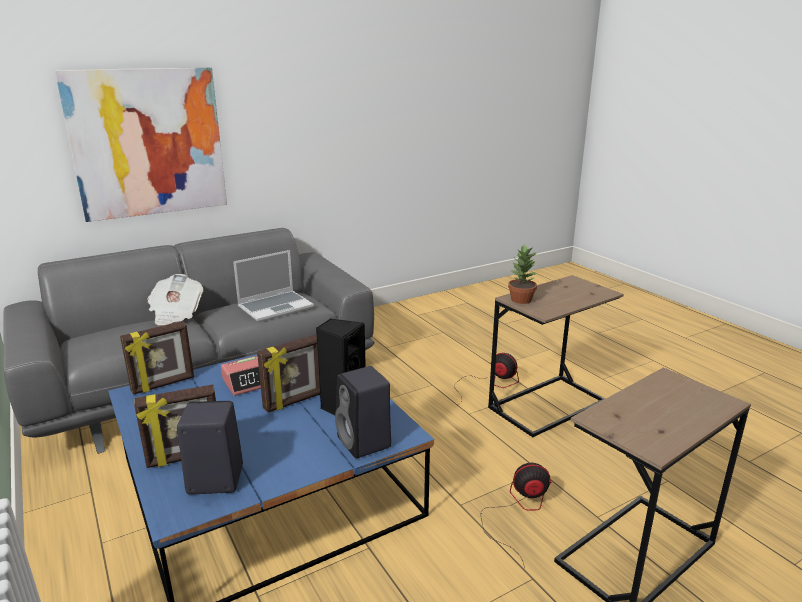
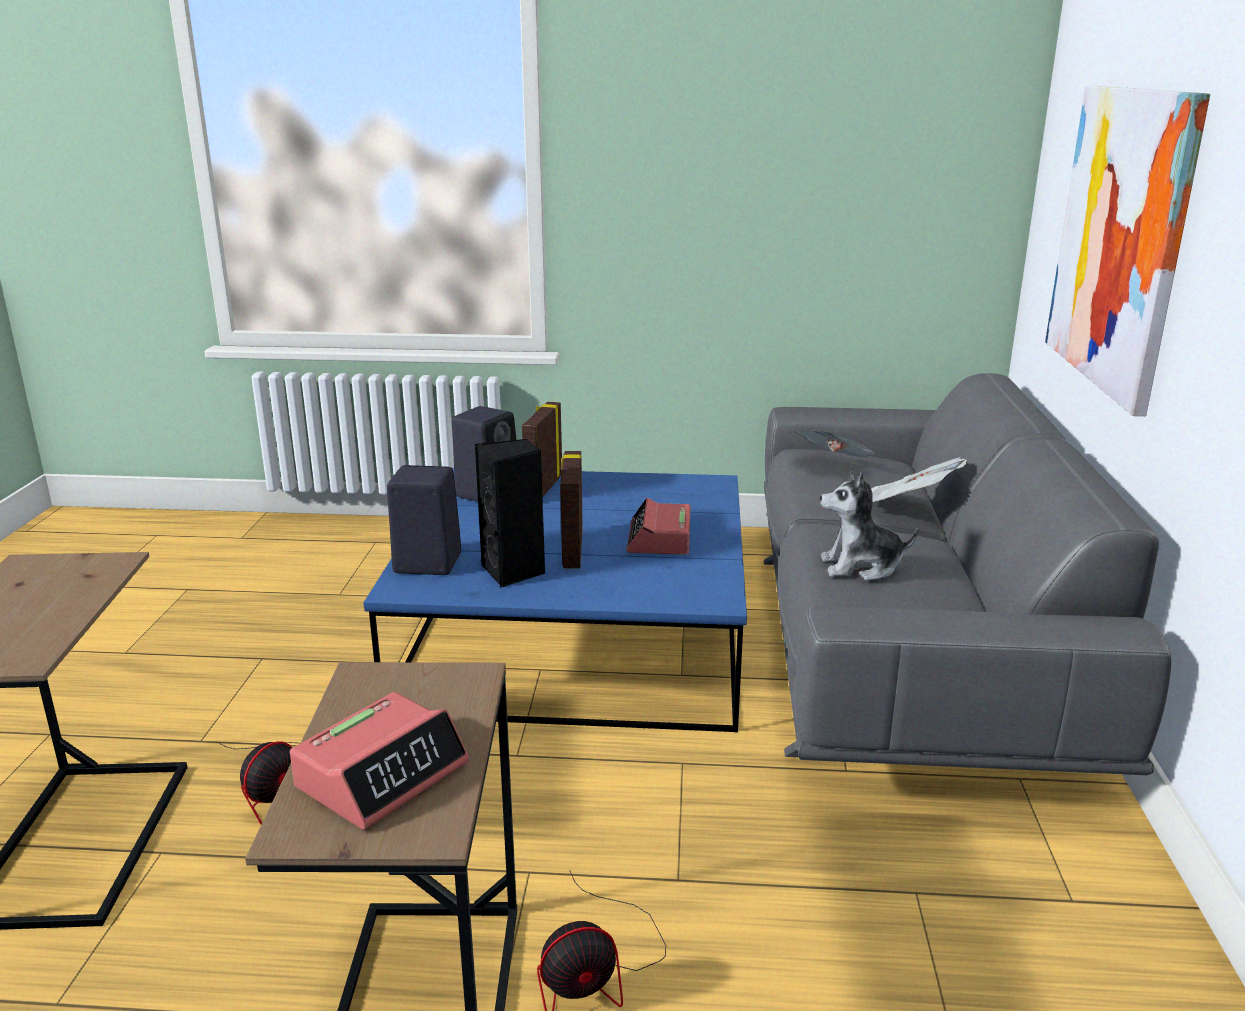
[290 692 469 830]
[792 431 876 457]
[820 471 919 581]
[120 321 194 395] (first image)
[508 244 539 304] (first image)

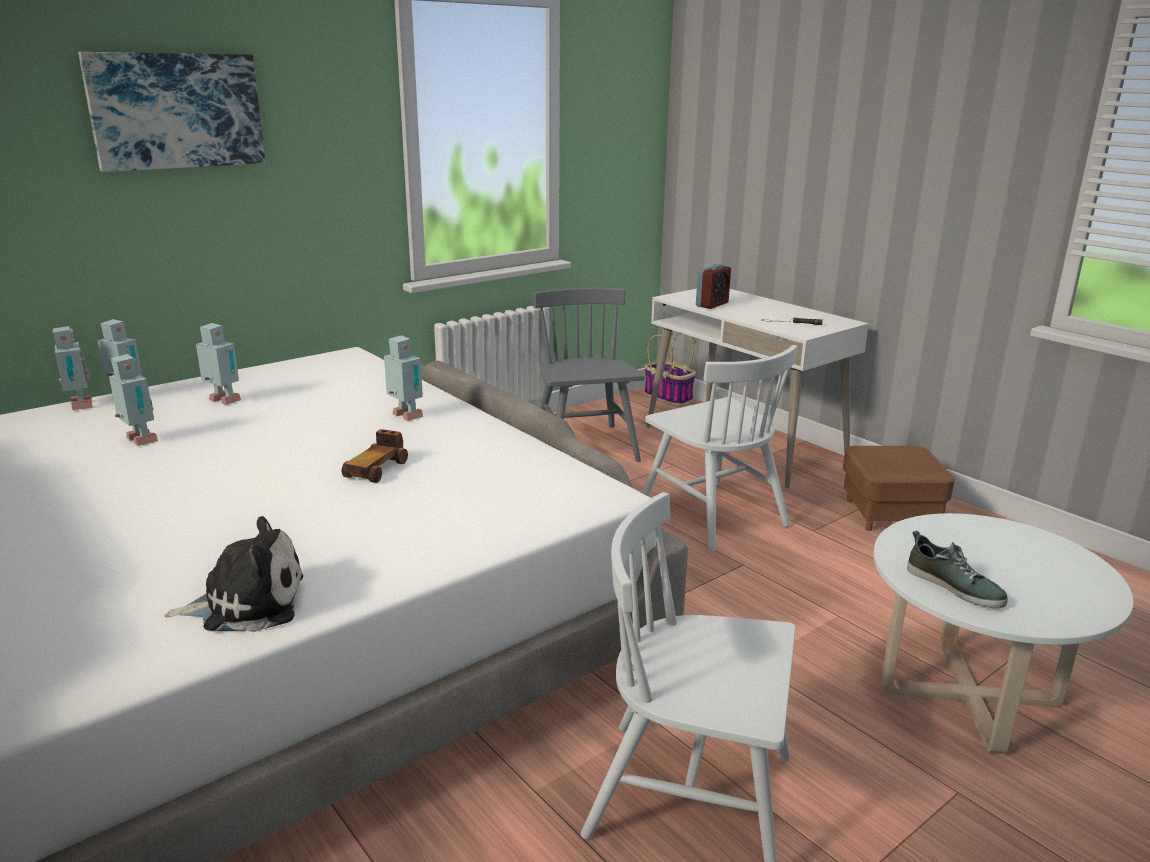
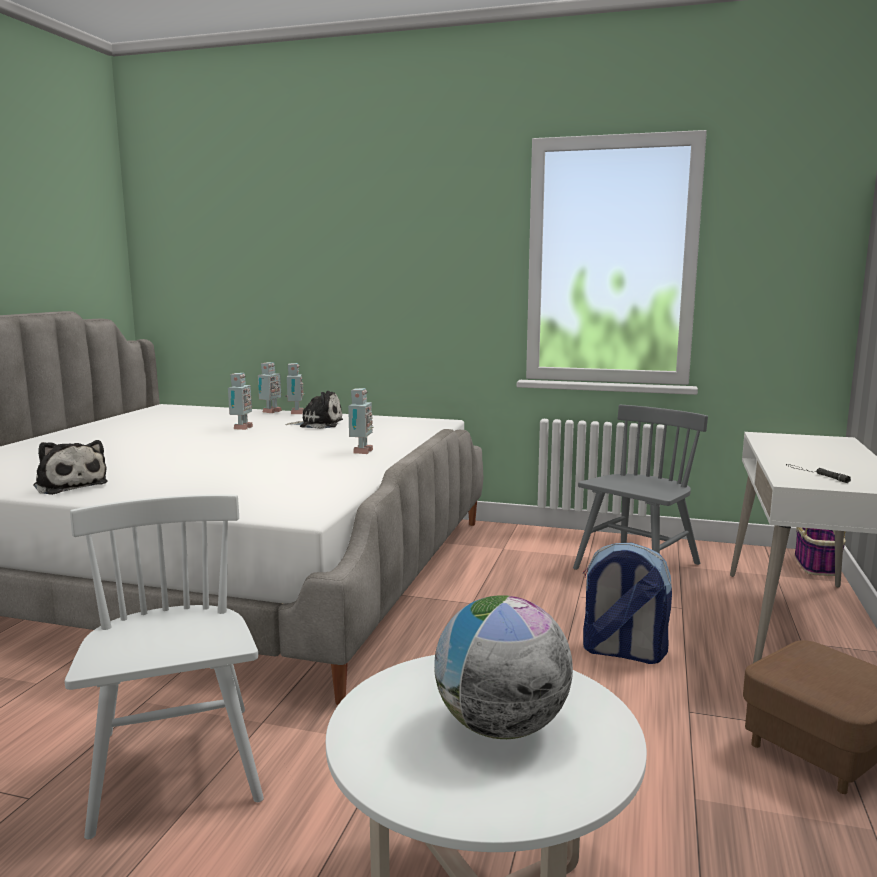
[285 391 343 429]
[434 595 573 739]
[583 543 672 664]
[78 52 265 172] (first image)
[341 429 408 483] (first image)
[696 264 731 309] (first image)
[907 531 1008 608] (first image)

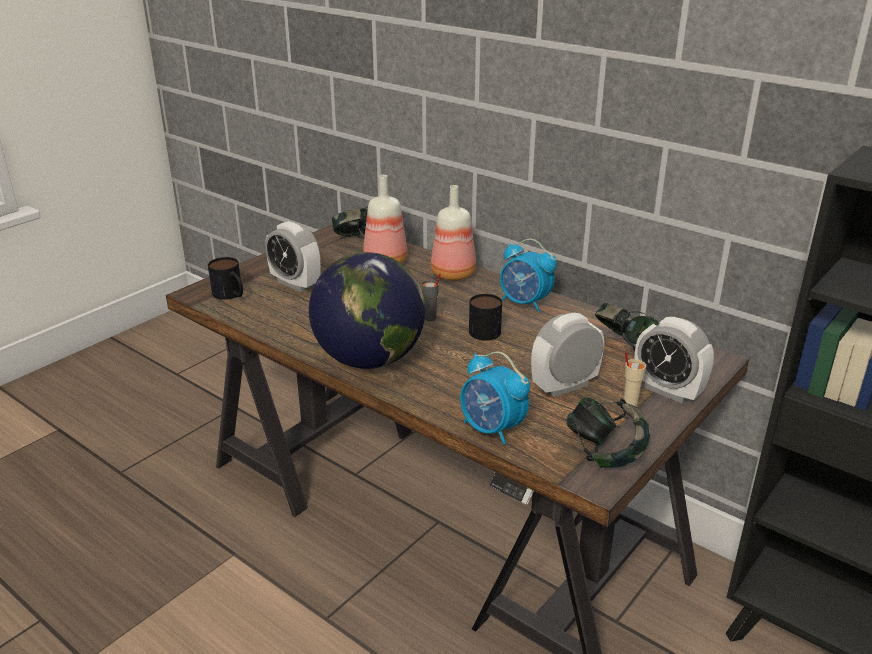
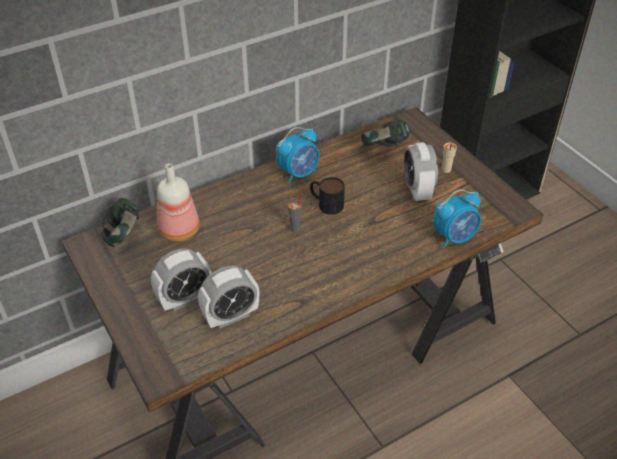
[198 266 259 329]
[208 257 243 300] (first image)
[309 252 425 369] (first image)
[431 185 476 281] (first image)
[566 397 651 468] (first image)

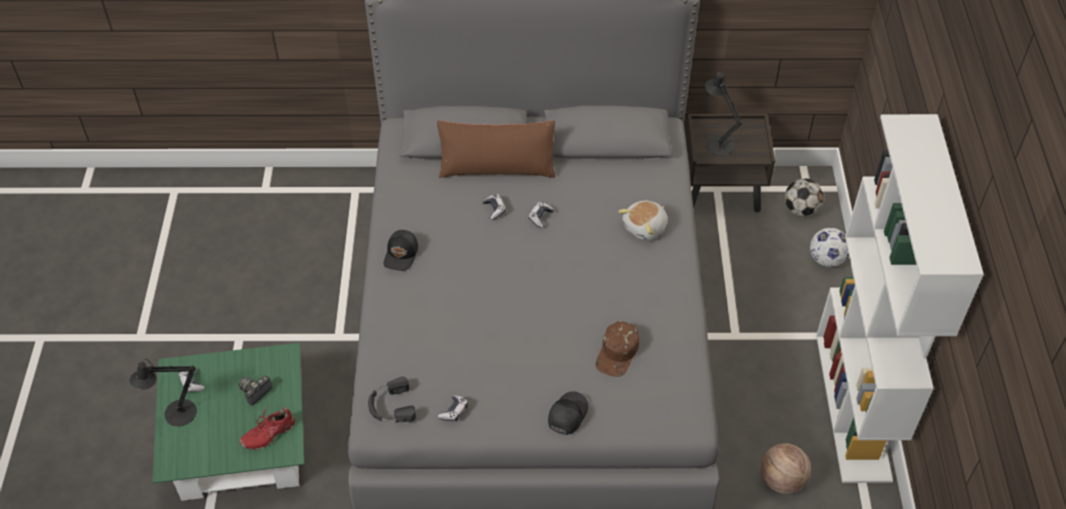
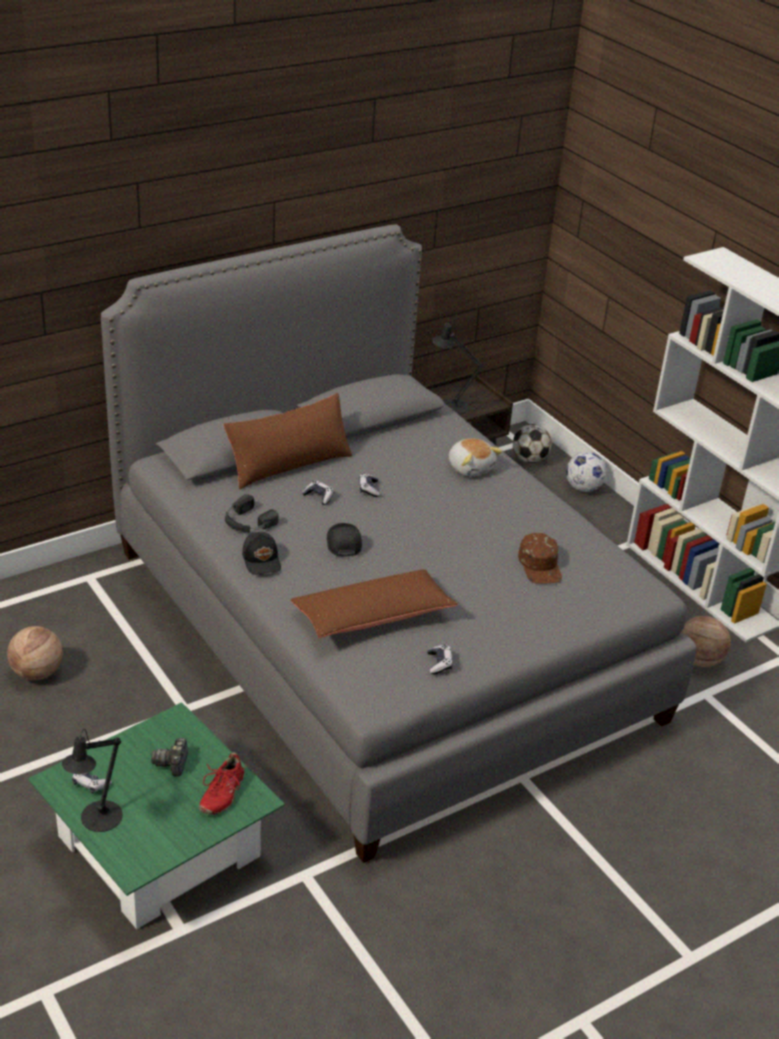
[7 626 63 680]
[225 494 278 532]
[291 569 458 638]
[327 523 362 556]
[449 438 503 477]

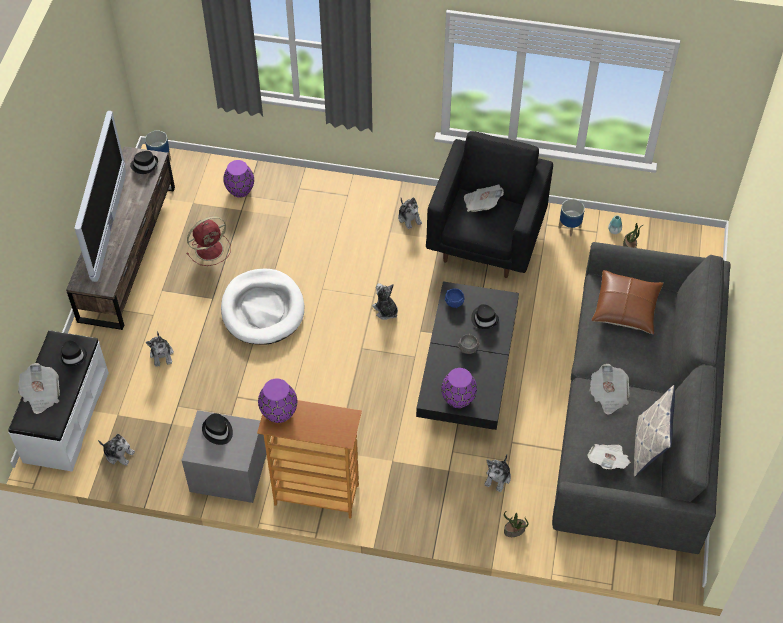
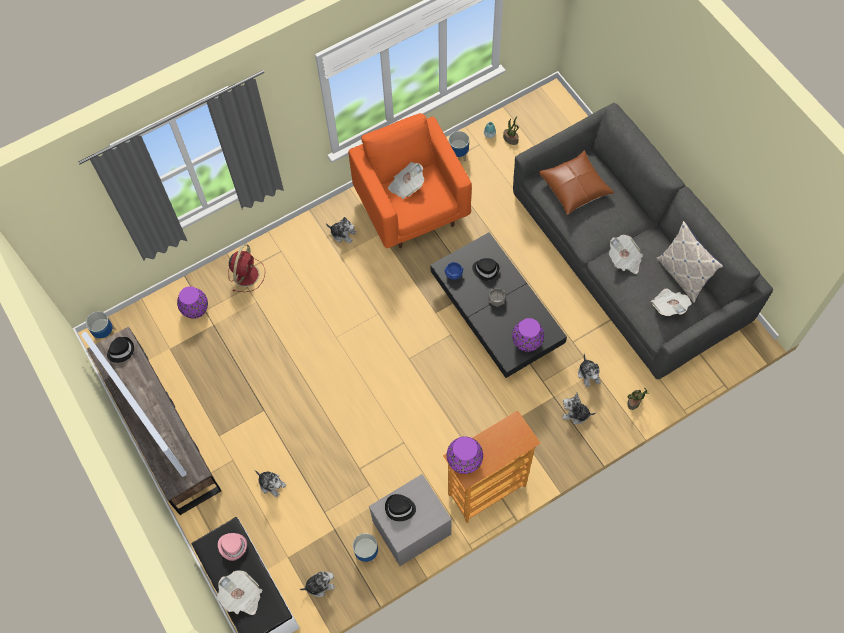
[218 533 247 561]
[228 244 265 292]
[348 113 472 248]
[353 533 378 564]
[562 392 596 424]
[221 269 304 345] (first image)

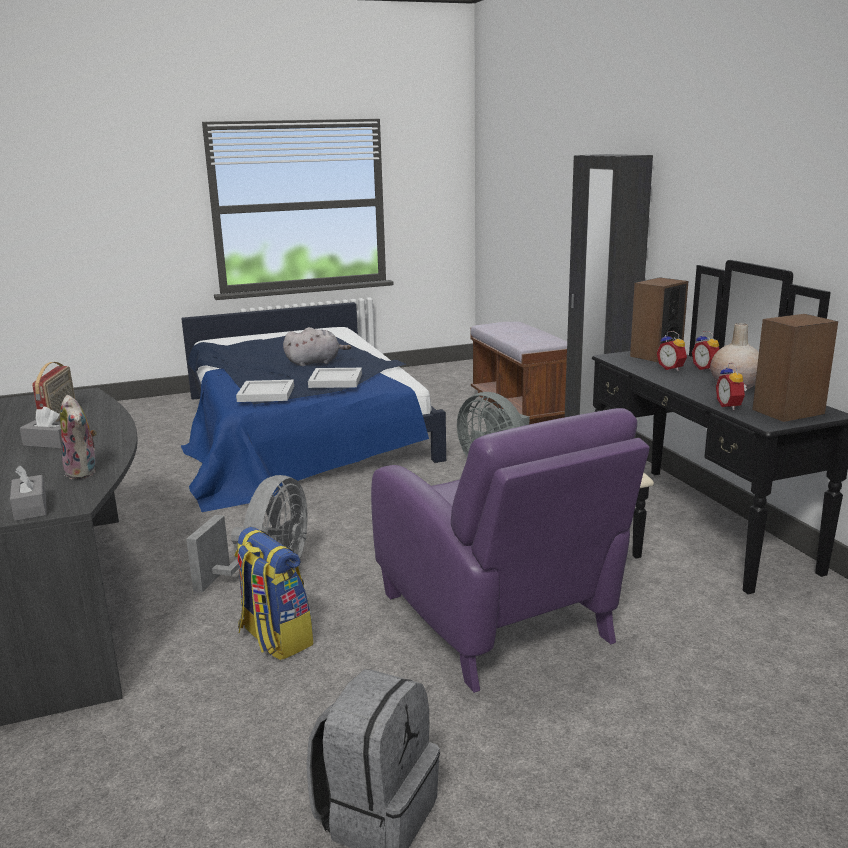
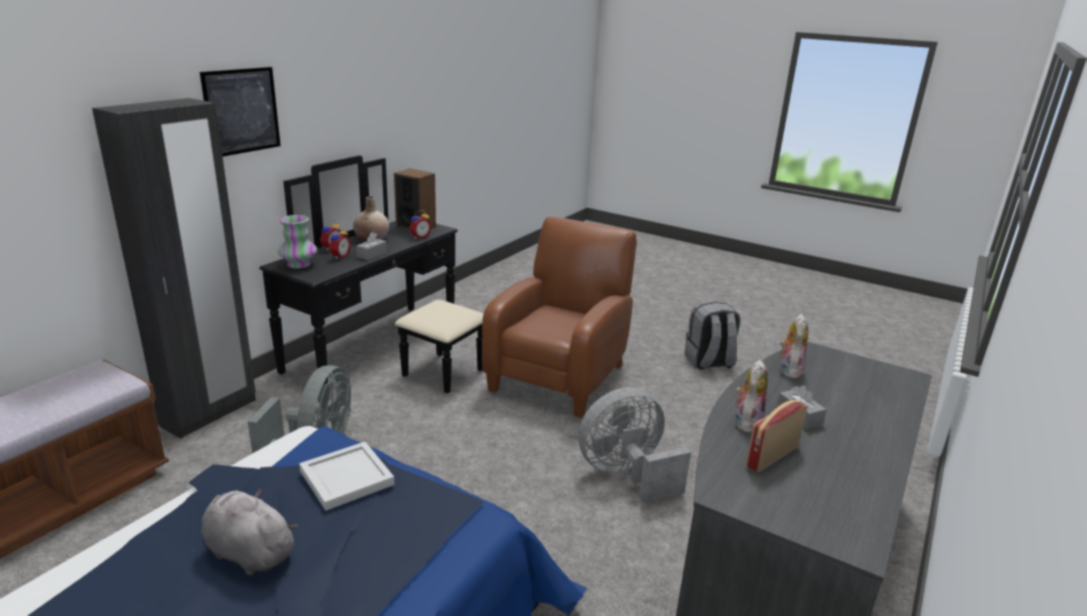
[200 67 281 157]
[278 215 317 268]
[356 232 387 260]
[482 216 637 418]
[736 360 768 433]
[234 527 313 660] (first image)
[236 380 294 402] (first image)

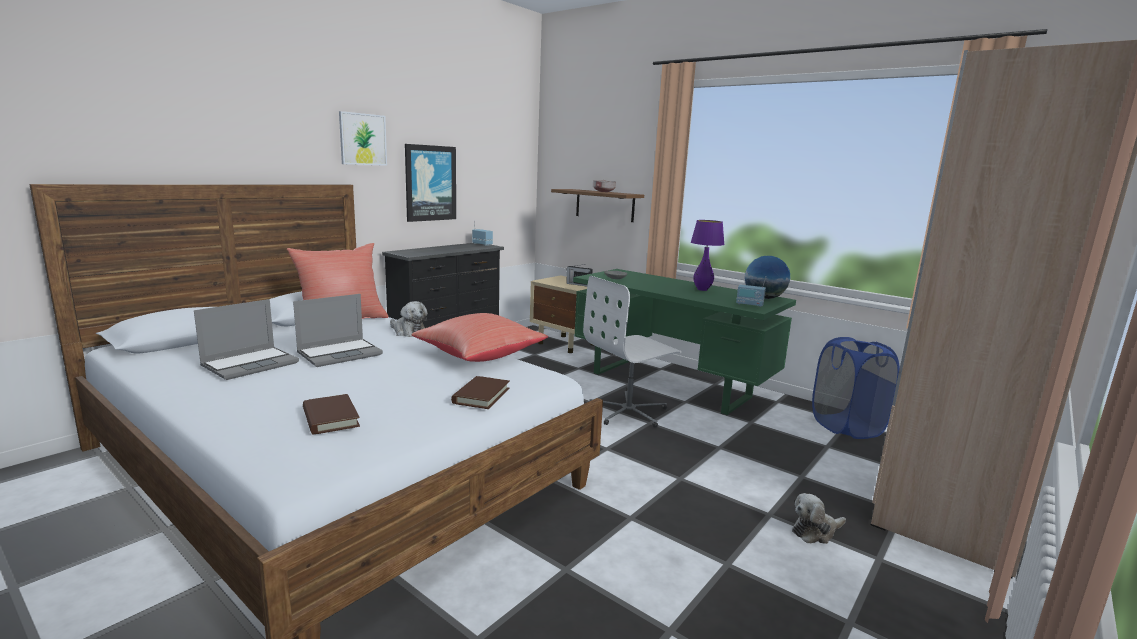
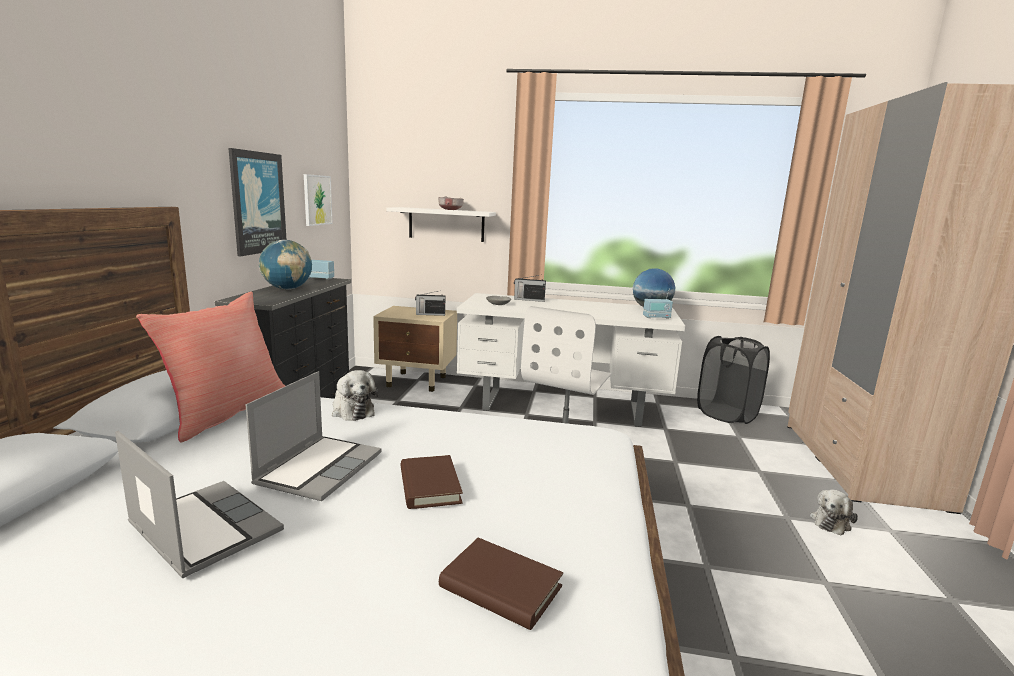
[115 431 284 578]
[259 240 312 290]
[304 174 333 226]
[332 370 378 421]
[387 207 496 242]
[401 455 463 509]
[457 293 685 427]
[514 275 546 302]
[697 336 770 424]
[412 313 548 362] (first image)
[691 220 725 291] (first image)

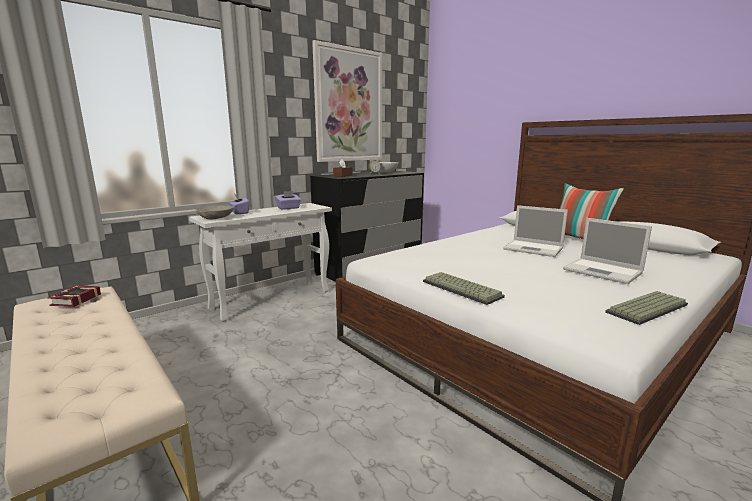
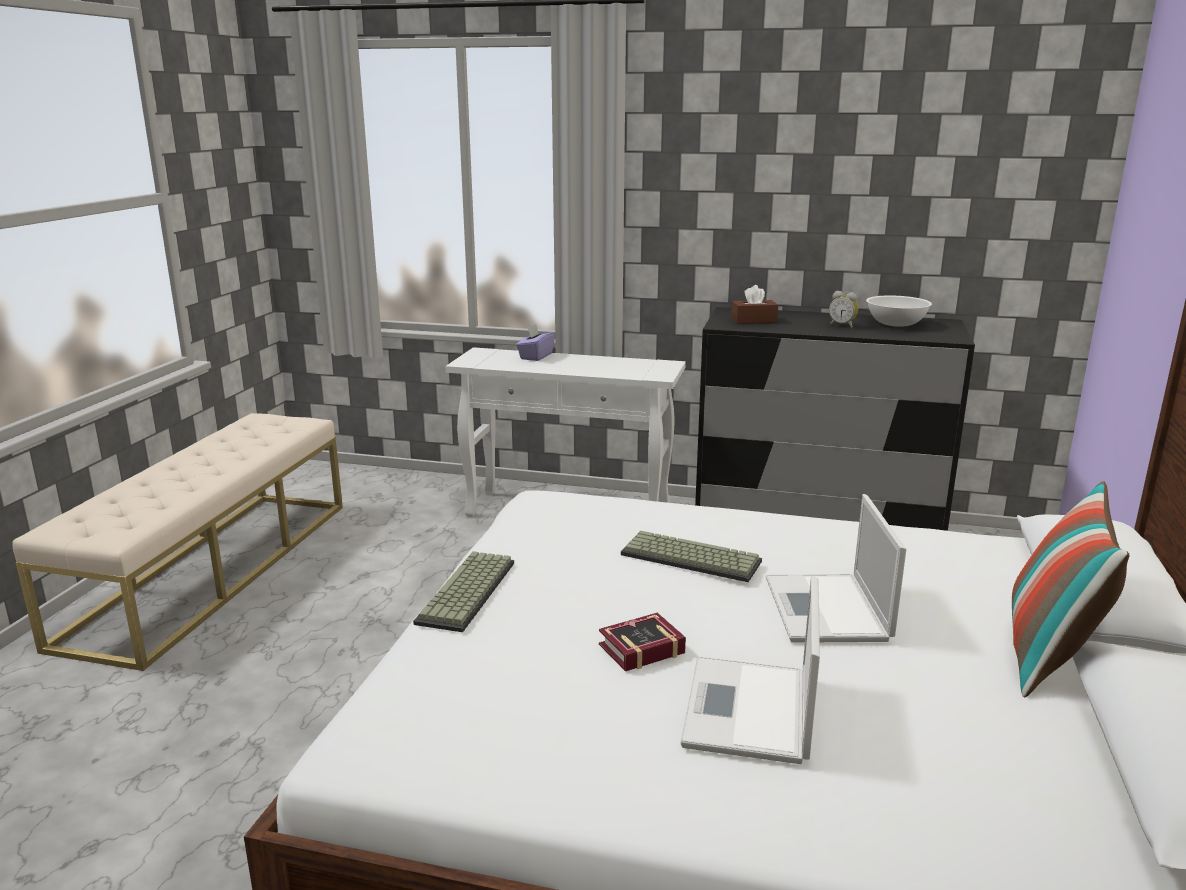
[599 613 686 671]
[621 531 762 582]
[196 205 234 220] (first image)
[275 191 301 210] (first image)
[312 40 382 162] (first image)

